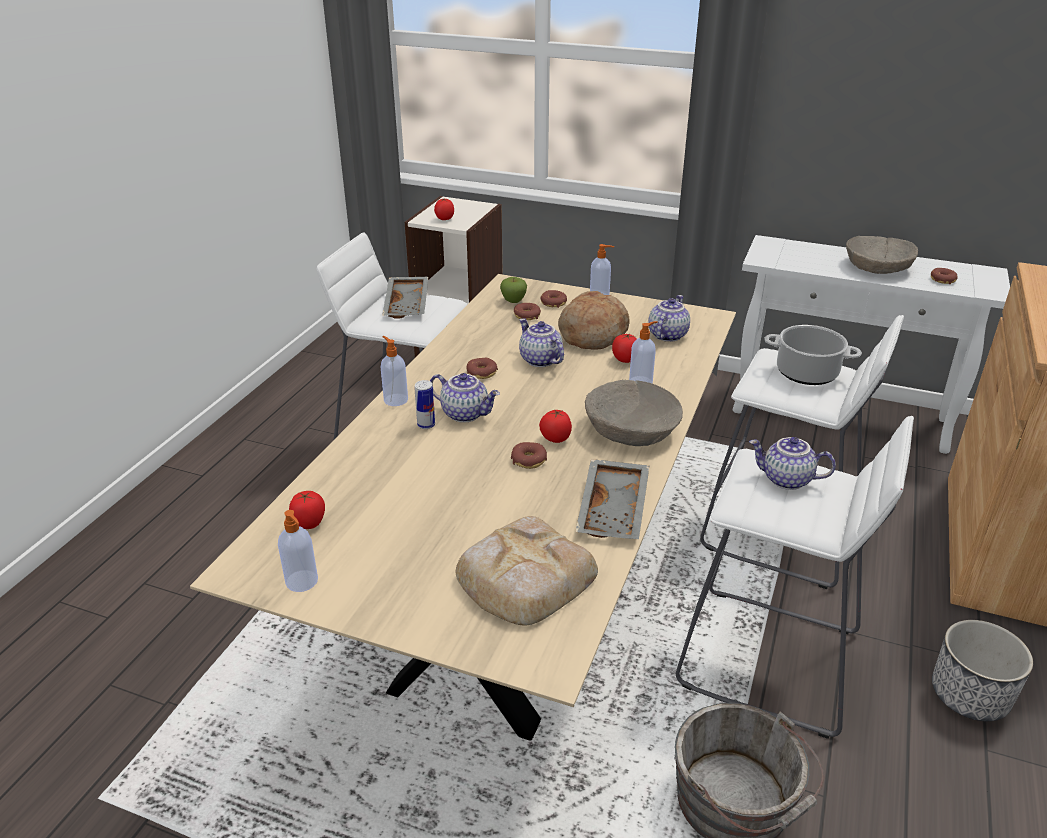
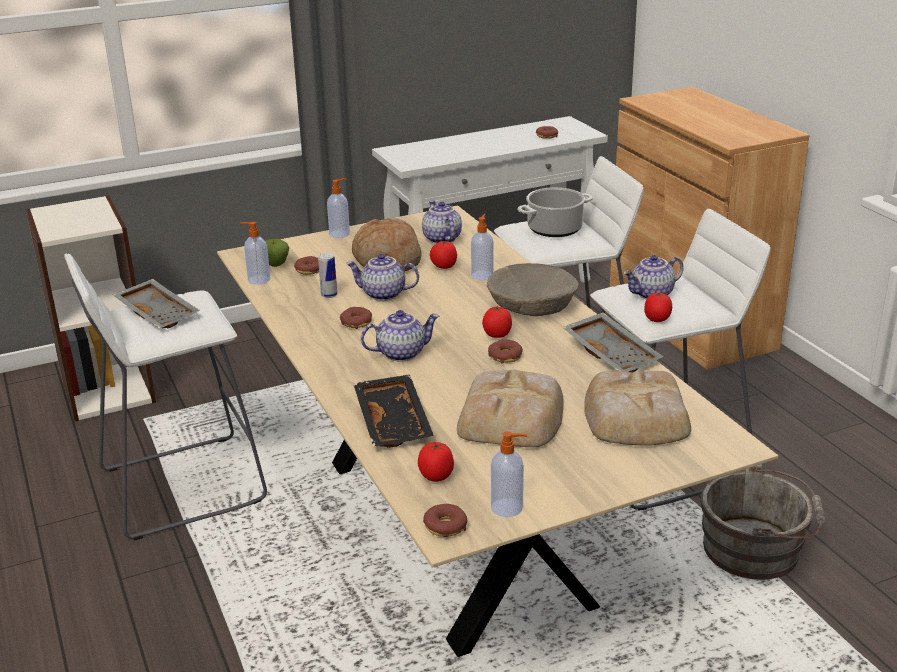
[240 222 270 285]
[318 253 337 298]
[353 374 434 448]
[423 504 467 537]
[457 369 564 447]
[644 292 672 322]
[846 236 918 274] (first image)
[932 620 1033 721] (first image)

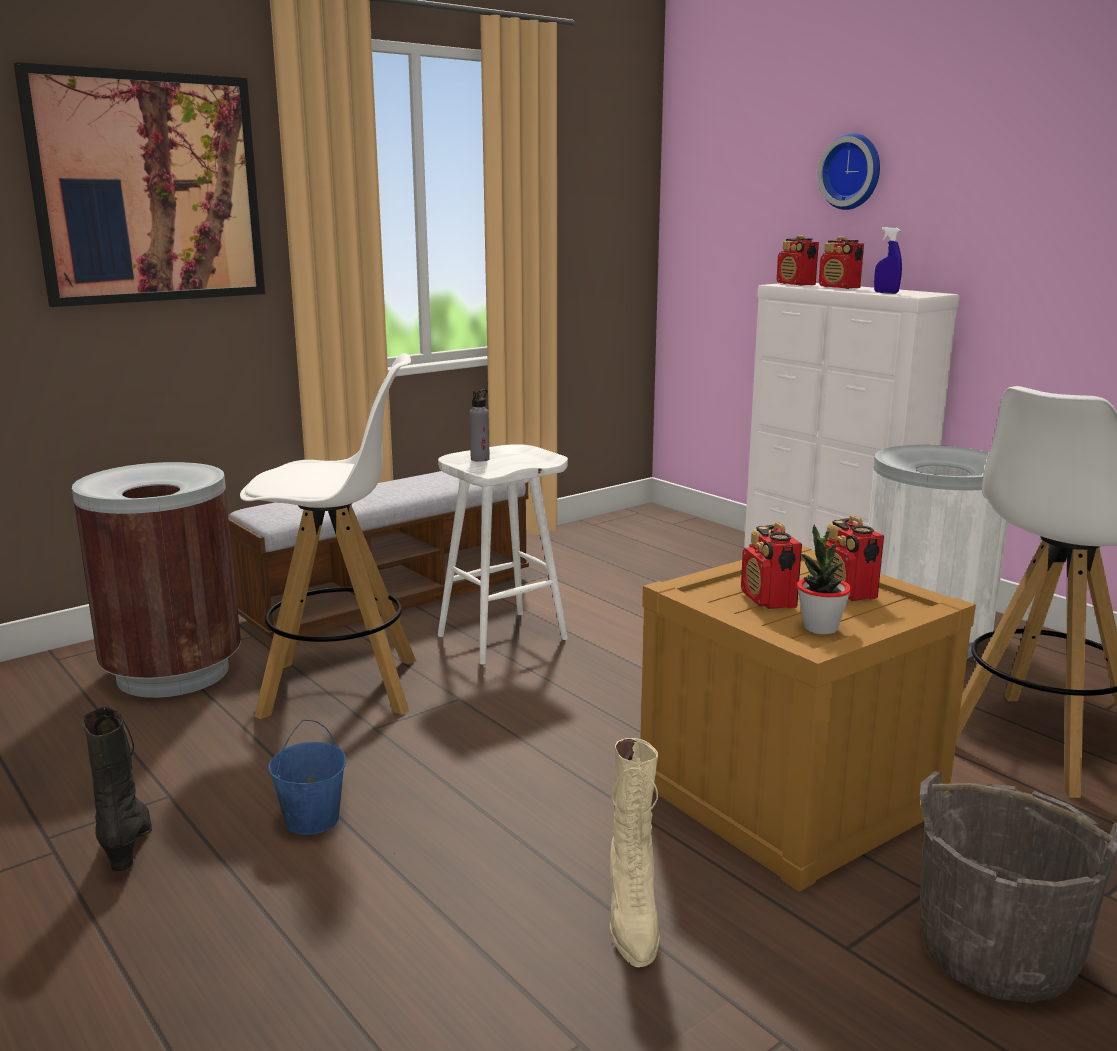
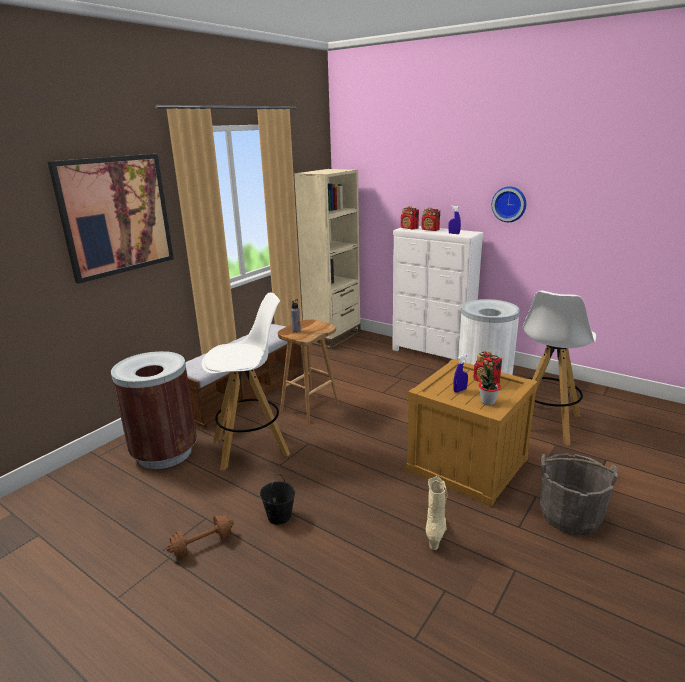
[166 515 234 557]
[260 474 295 525]
[278 319 339 424]
[294 169 361 349]
[426 476 448 550]
[453 354 468 393]
[492 186 526 222]

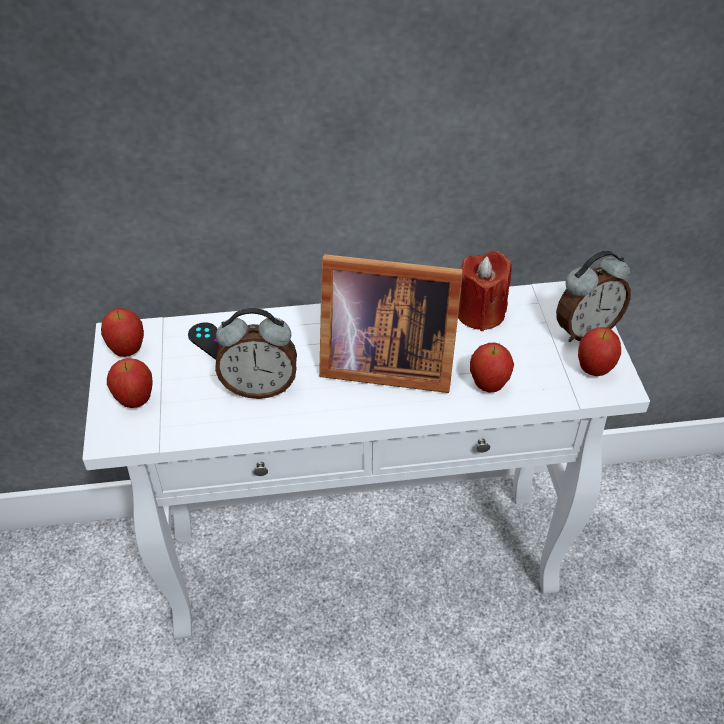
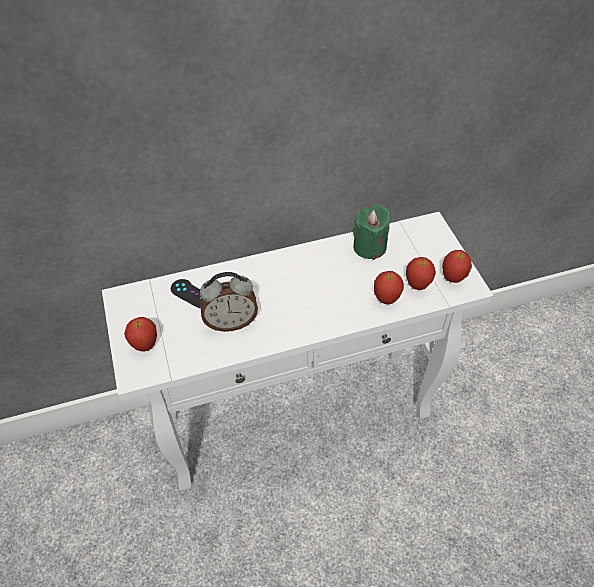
[353 204 390 260]
[406 257 436 290]
[319 254 463 393] (first image)
[556 251 631 342] (first image)

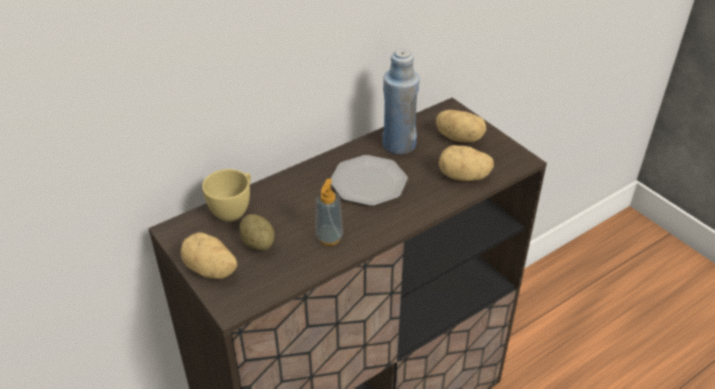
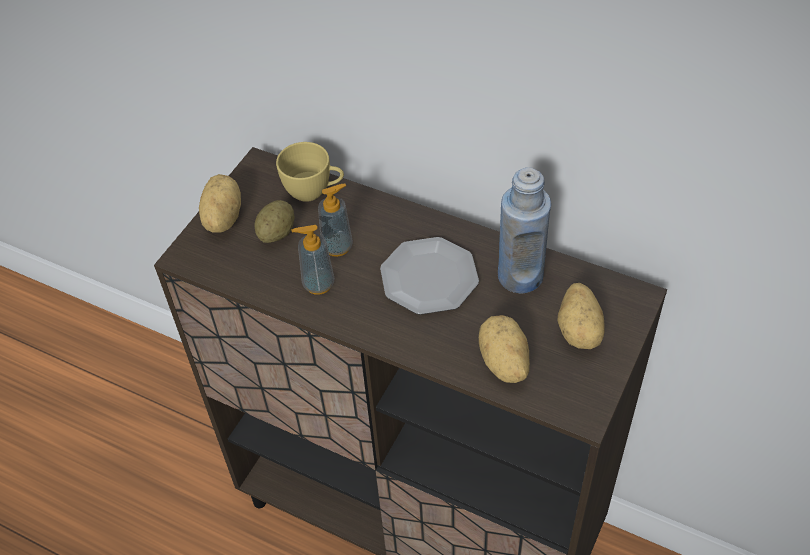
[318 184 353 257]

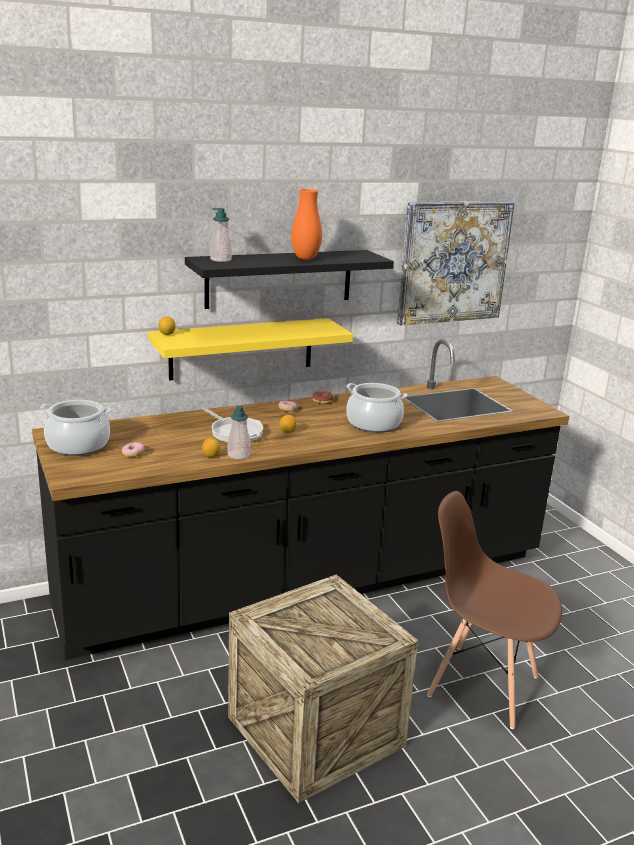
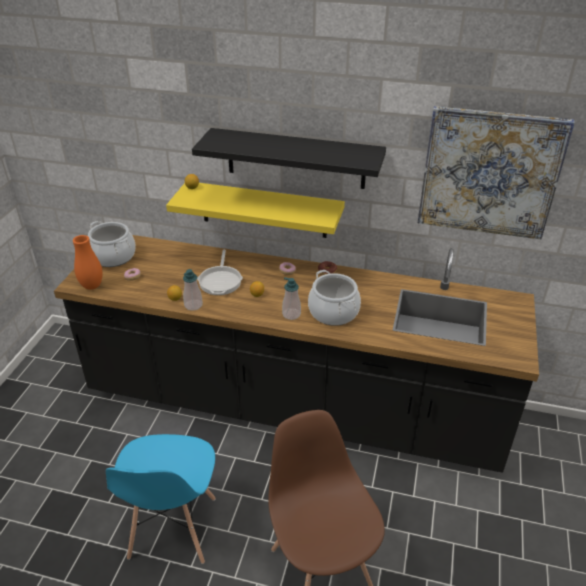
[73 235 103 290]
[106 434 215 564]
[282 277 301 320]

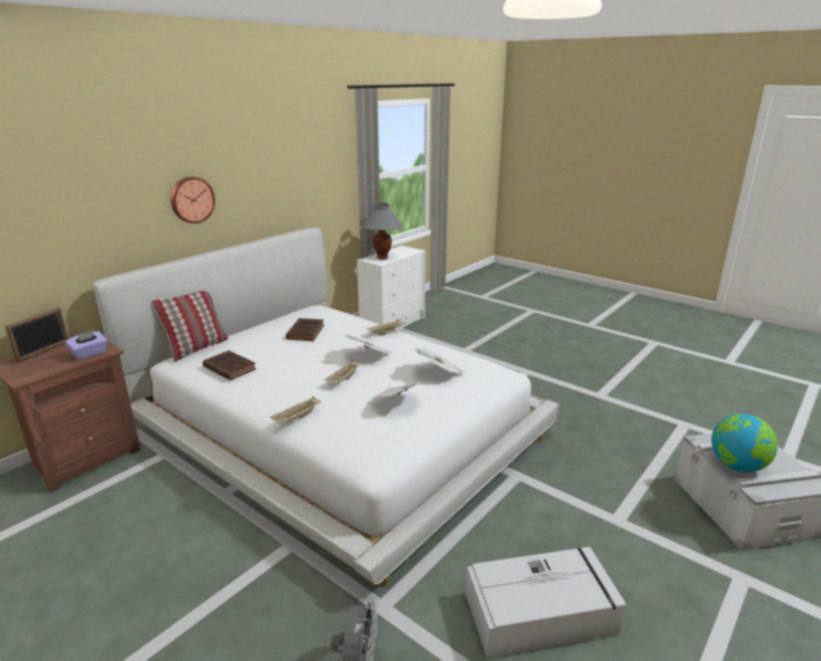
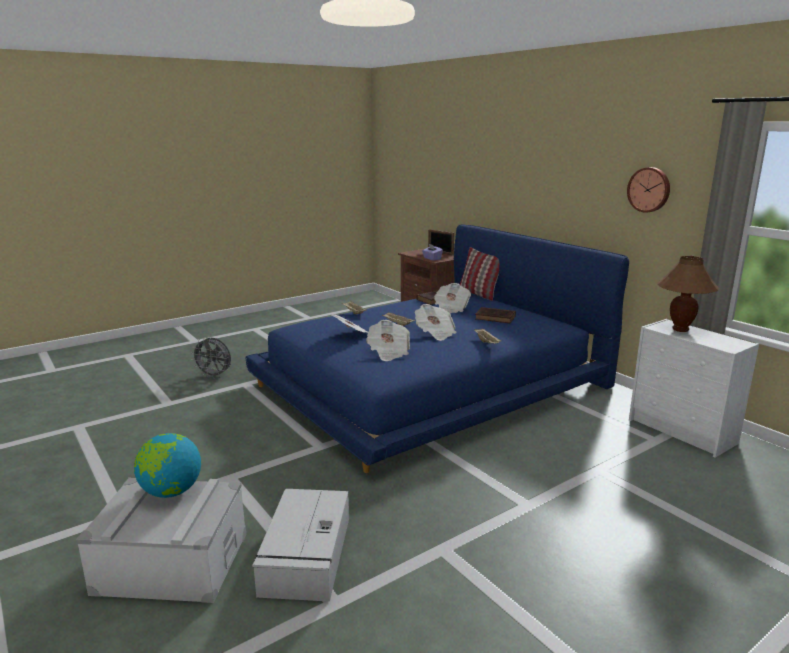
[245 224 629 473]
[252 489 349 602]
[434 283 471 313]
[627 167 670 213]
[657 255 719 332]

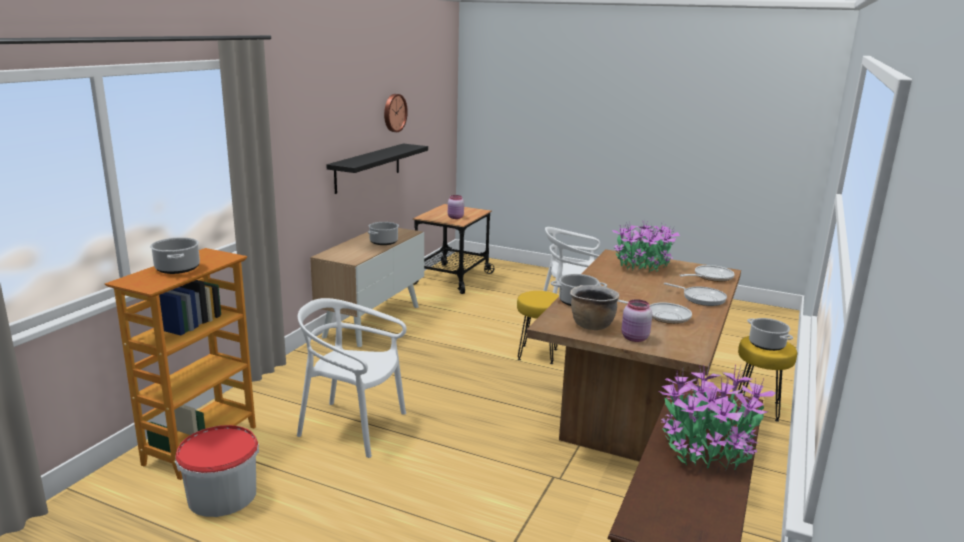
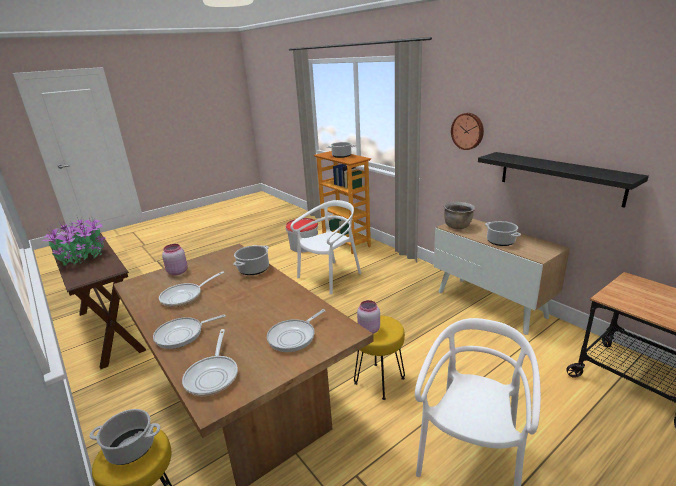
[267 309 325 352]
[357 300 380 334]
[444 202 475 229]
[451 113 484 150]

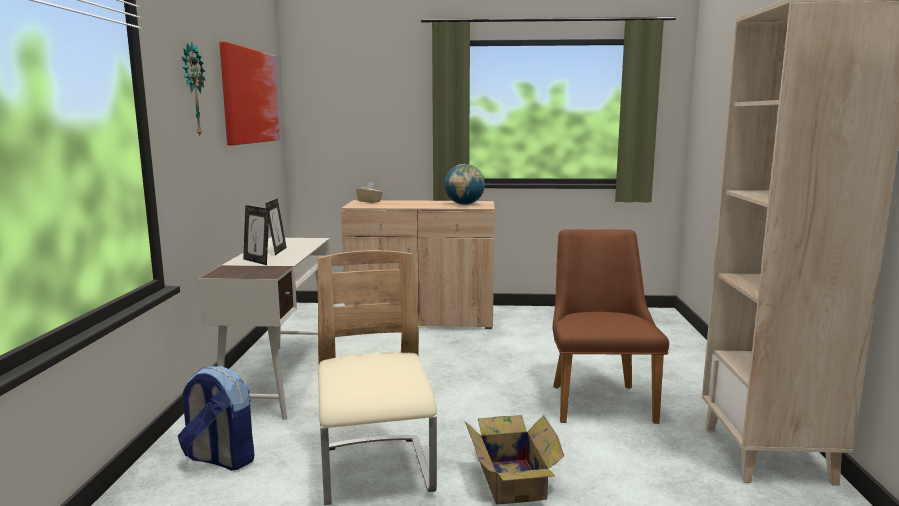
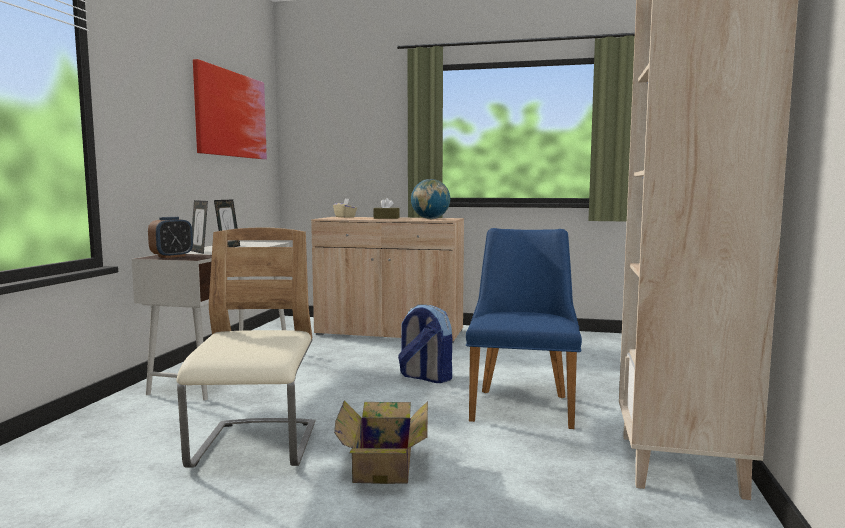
[148 217 193 258]
[374 198 399 219]
[398 305 452 383]
[466 228 582 429]
[182 43 205 136] (first image)

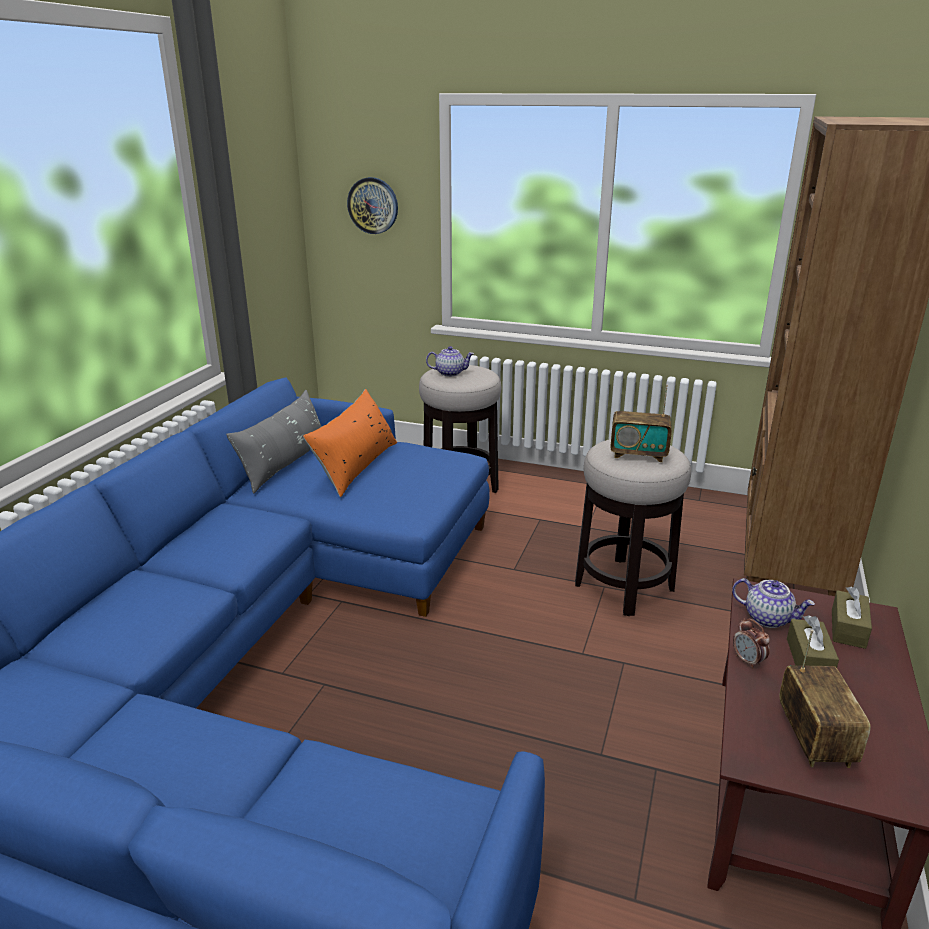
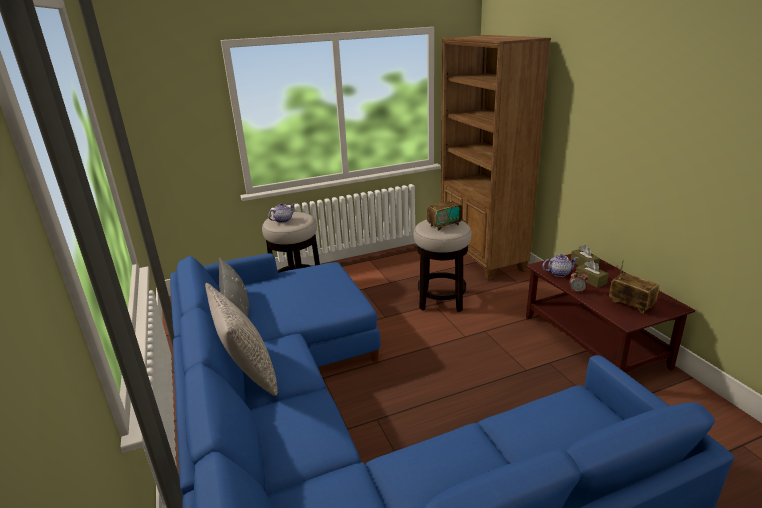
[205 283 278 396]
[303 389 397 497] (first image)
[347 177 398 234] (first image)

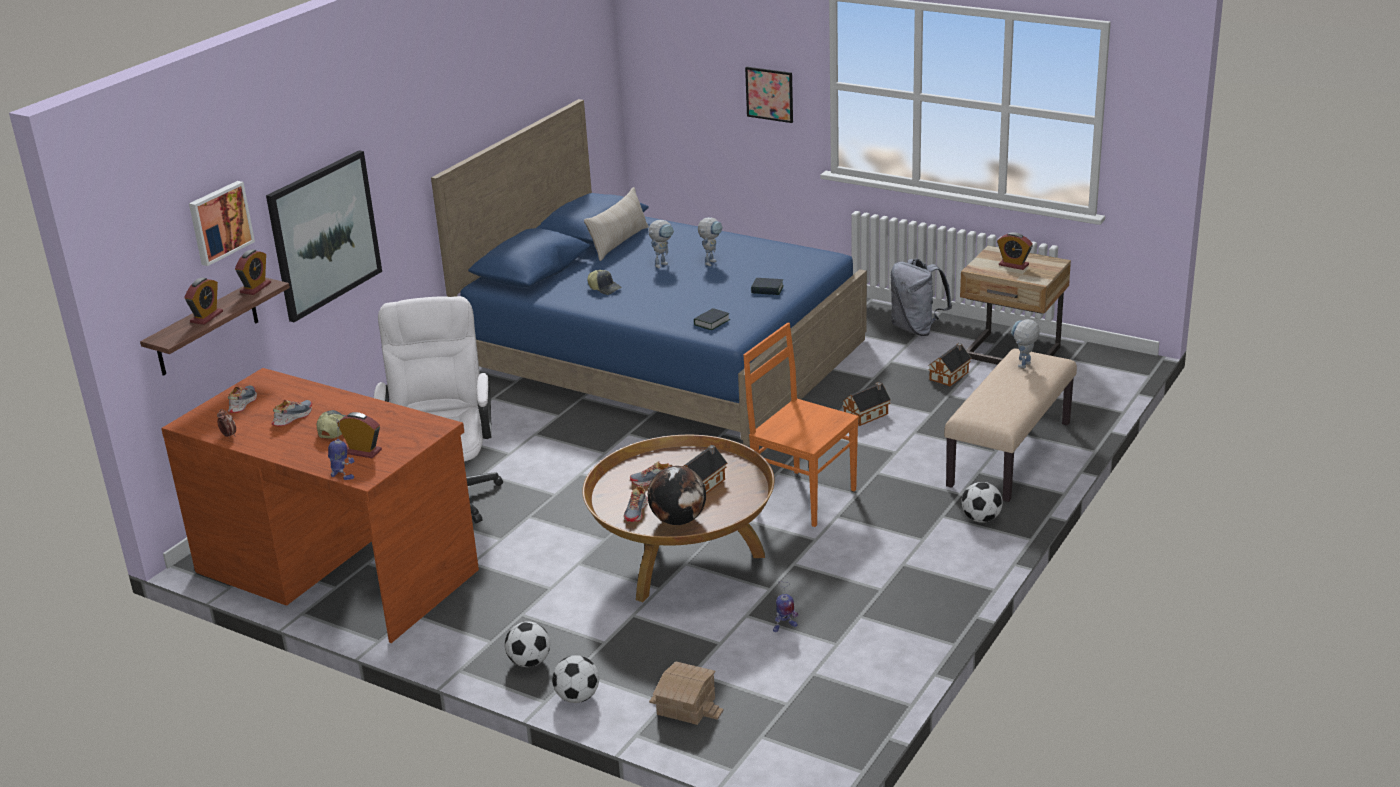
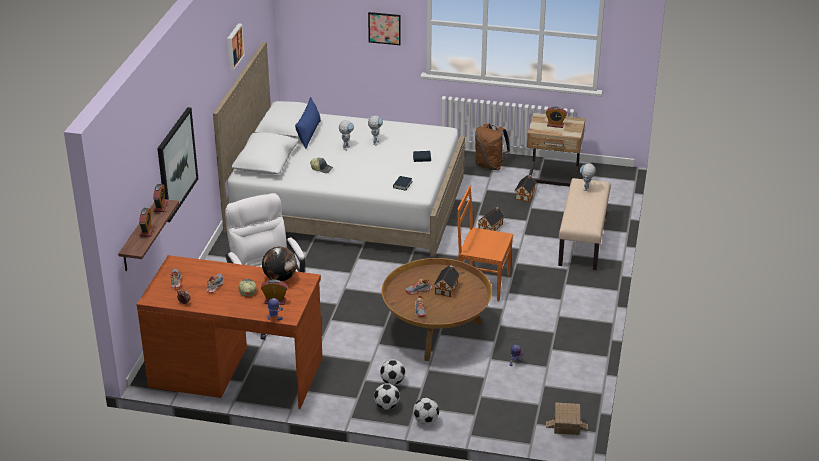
[213 42 465 257]
[227 23 245 71]
[262 247 297 281]
[295 97 321 149]
[380 360 406 385]
[475 124 510 170]
[546 402 588 435]

